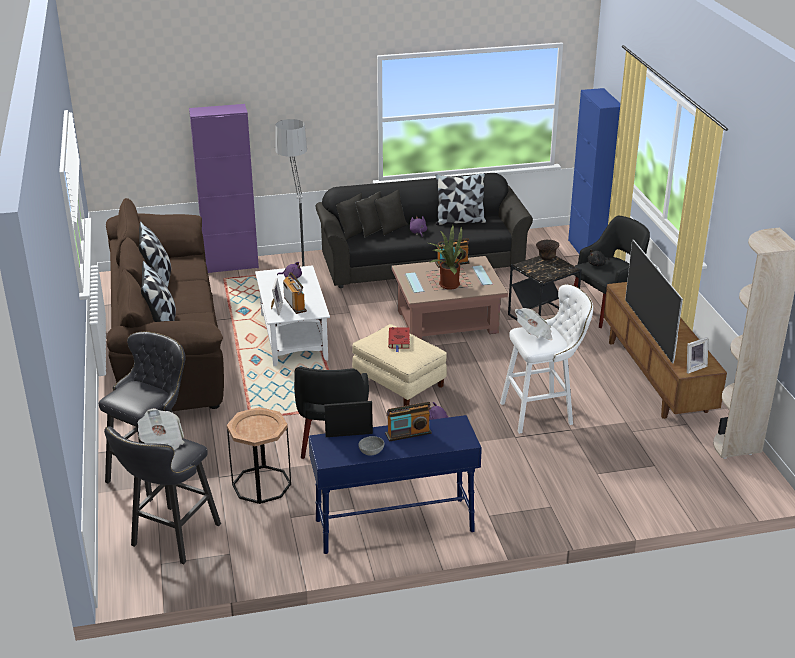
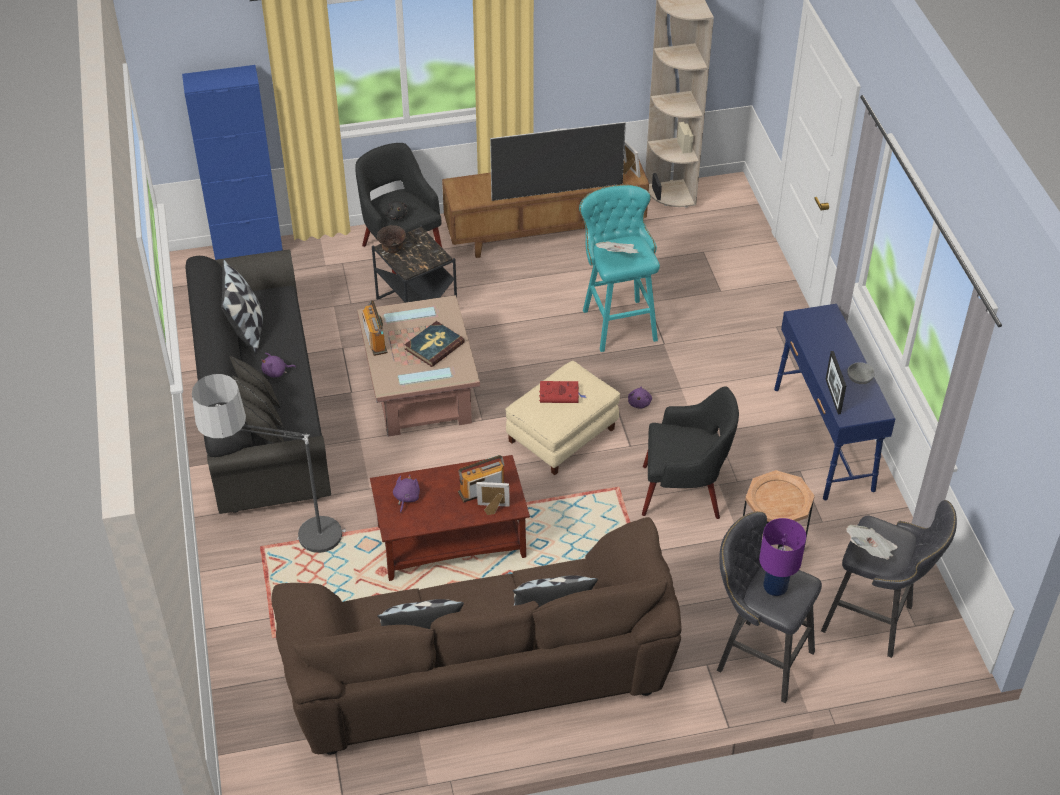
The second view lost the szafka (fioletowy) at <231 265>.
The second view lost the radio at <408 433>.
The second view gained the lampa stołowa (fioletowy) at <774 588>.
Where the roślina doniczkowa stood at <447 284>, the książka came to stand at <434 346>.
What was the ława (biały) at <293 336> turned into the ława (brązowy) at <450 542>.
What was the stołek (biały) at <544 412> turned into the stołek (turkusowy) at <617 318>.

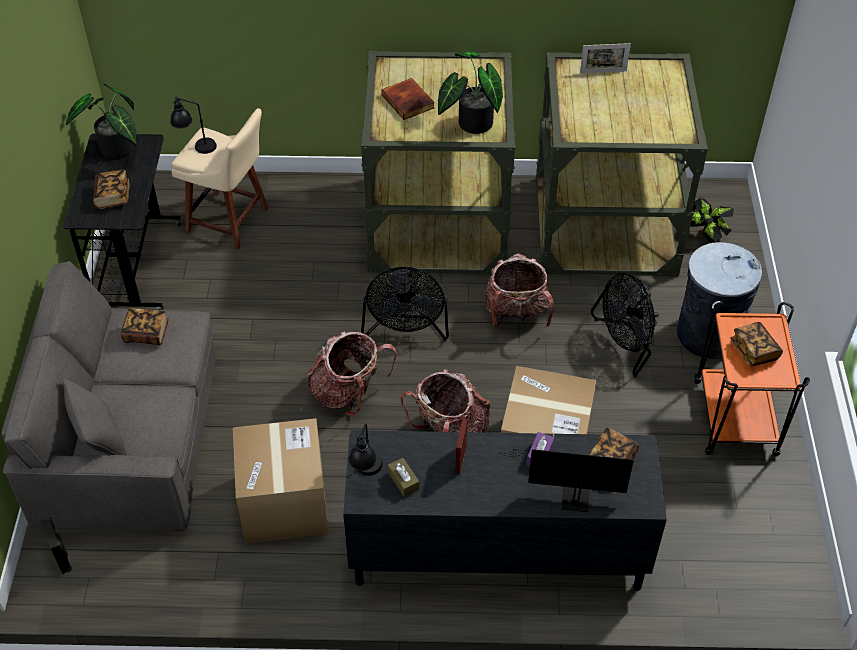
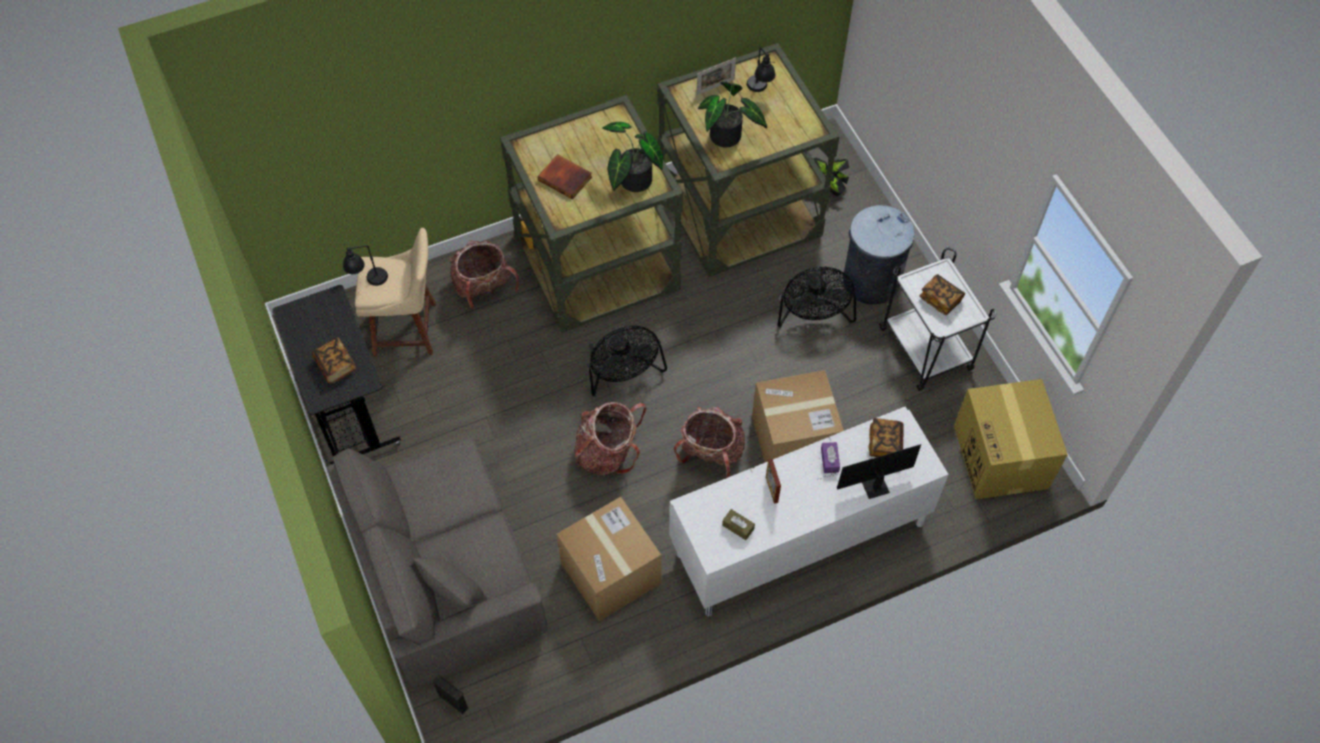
The second view lost the książka at <146 333>.
The second view gained the karton at <1001 458>.
The roślina doniczkowa ended up elsewhere, having gone from <117 151> to <727 138>.
The lampa stołowa (czarny) ended up elsewhere, having gone from <367 474> to <760 90>.
The plecak ended up elsewhere, having gone from <516 313> to <484 288>.
What was the szafka (czarny) at <497 546> turned into the szafka (biały) at <798 536>.
What was the wózek (pomarańczowy) at <735 419> turned into the wózek (biały) at <926 350>.
The wentylator (czarny) at <627 340> ended up facing another way, 45 degrees counterclockwise from before.

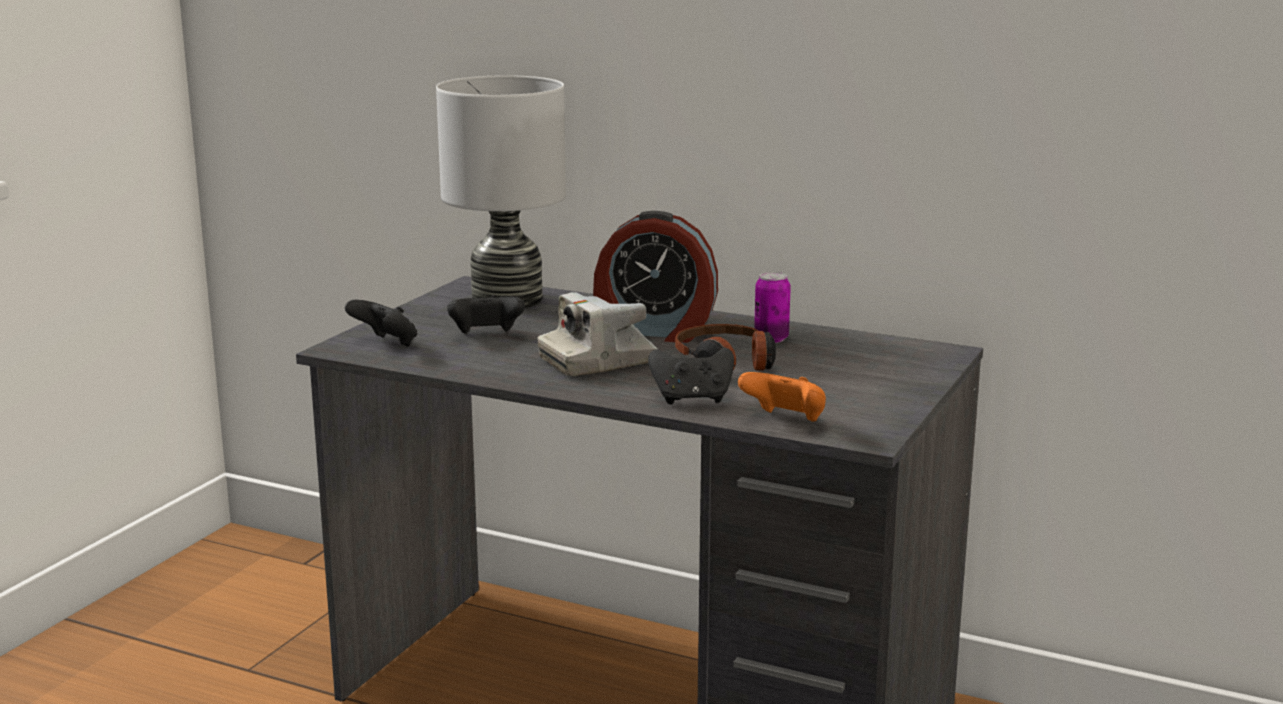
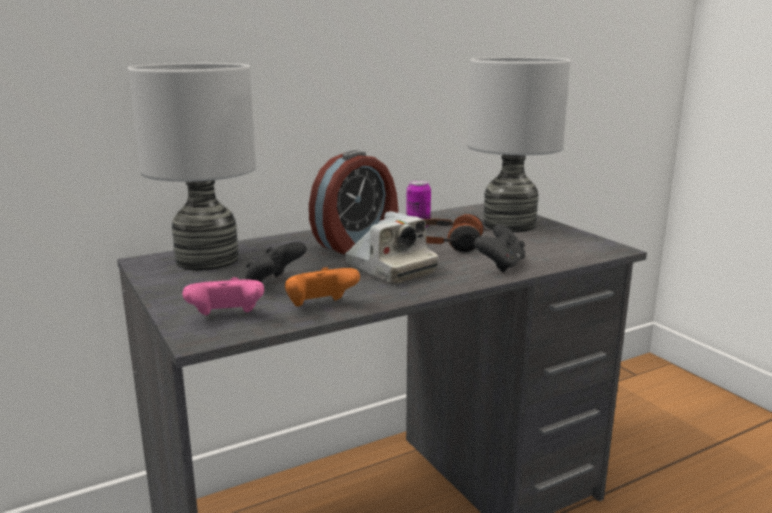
The second view gained the lampa stołowa (szary) at <509 225>.
The pad do gier (pomarańczowy) ended up elsewhere, having gone from <785 421> to <320 307>.
What was the pad do gier (czarny) at <386 344> turned into the pad do gier (różowy) at <226 318>.
The aparat fotograficzny at <597 361> ended up facing another way, 45 degrees counterclockwise from before.

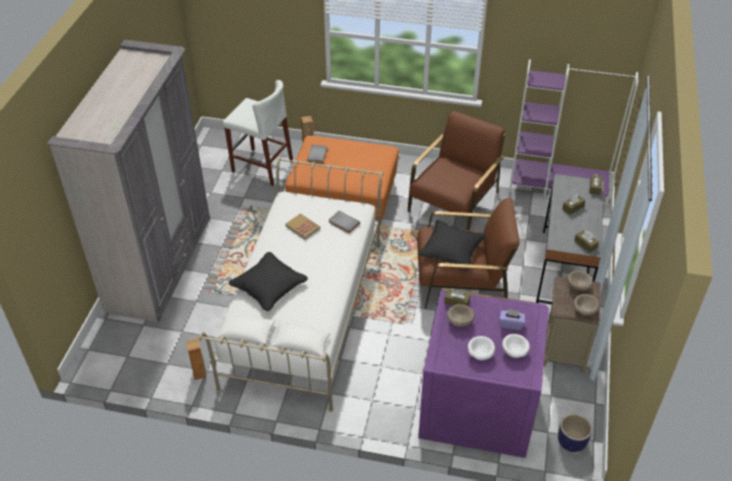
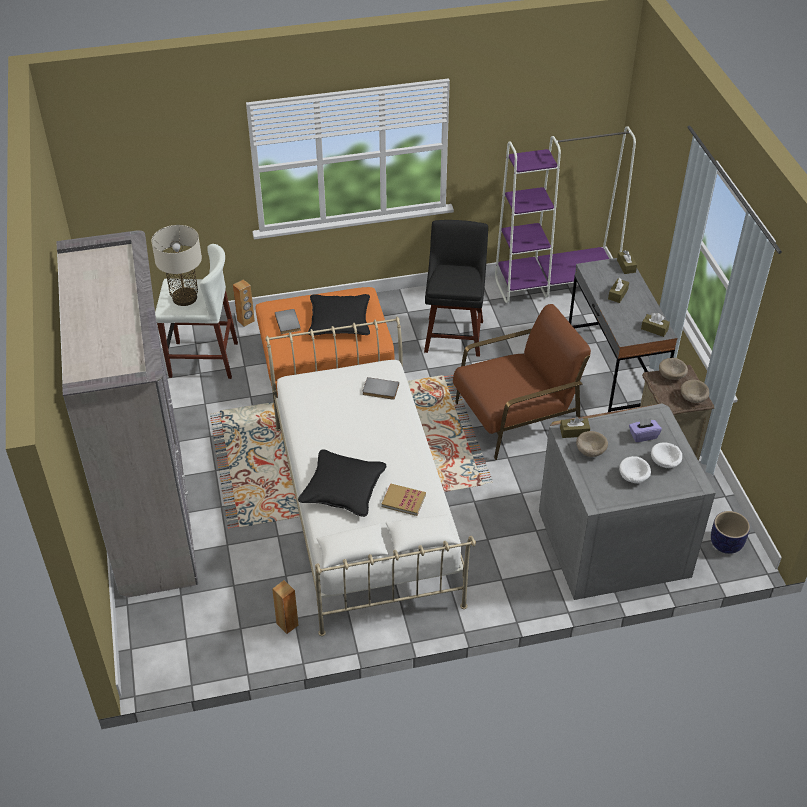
The second view gained the lampa stołowa at <184 298>.
The książka ended up elsewhere, having gone from <302 227> to <403 500>.
The poduszka (czarny) ended up elsewhere, having gone from <451 249> to <339 320>.
Where the fotel (brązowy) stood at <454 204>, the stołek (czarny) came to stand at <454 334>.
What was the komoda (fioletowy) at <477 403> turned into the komoda (szary) at <610 540>.

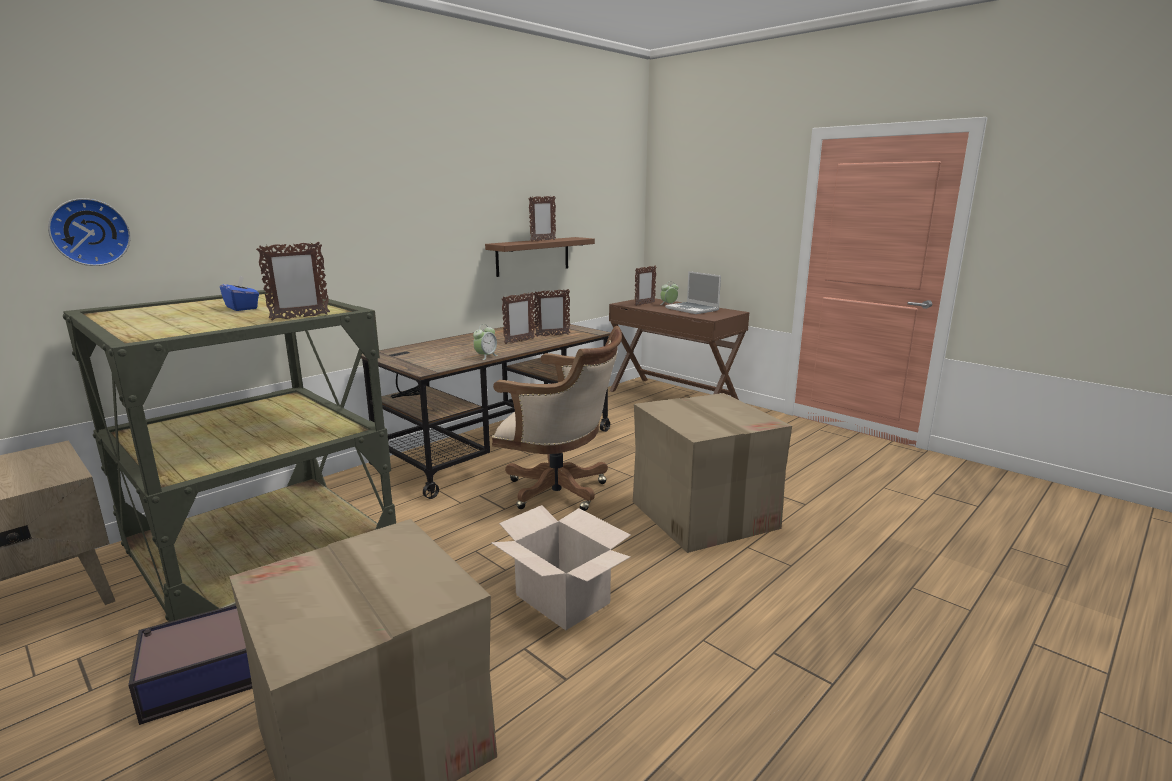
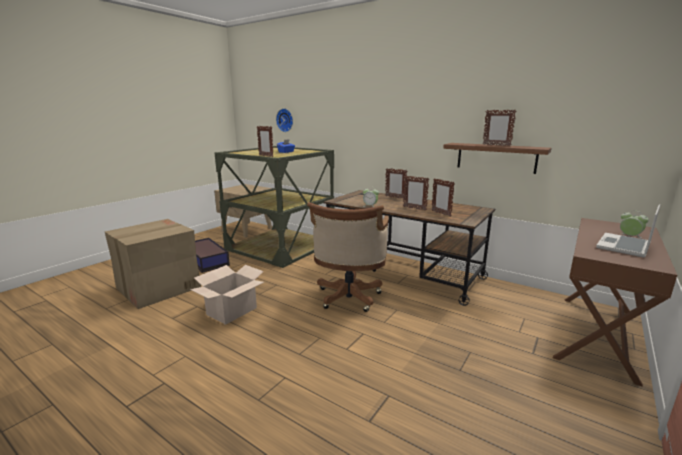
The second view lost the karton at <703 514>.
The ramka na zdjęcie ended up elsewhere, having gone from <644 304> to <395 197>.

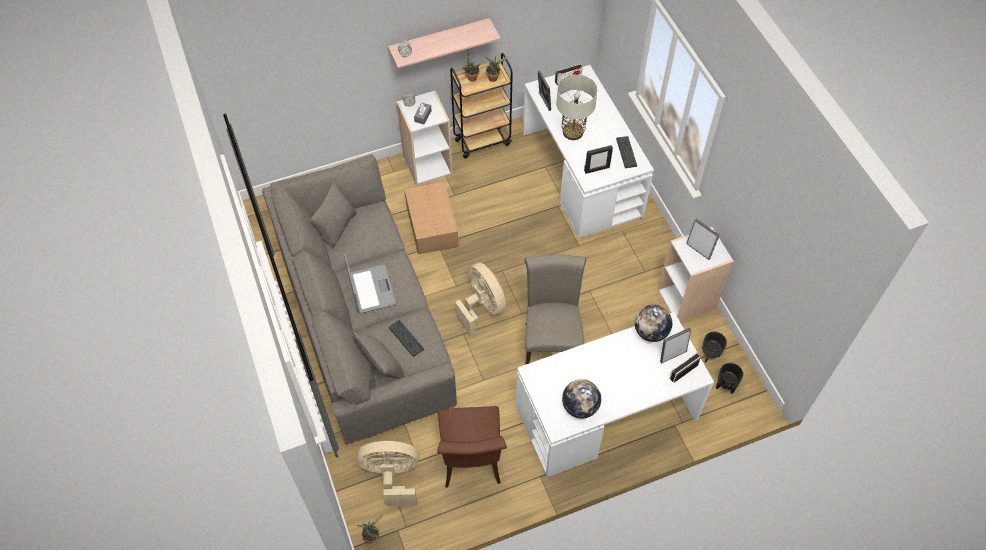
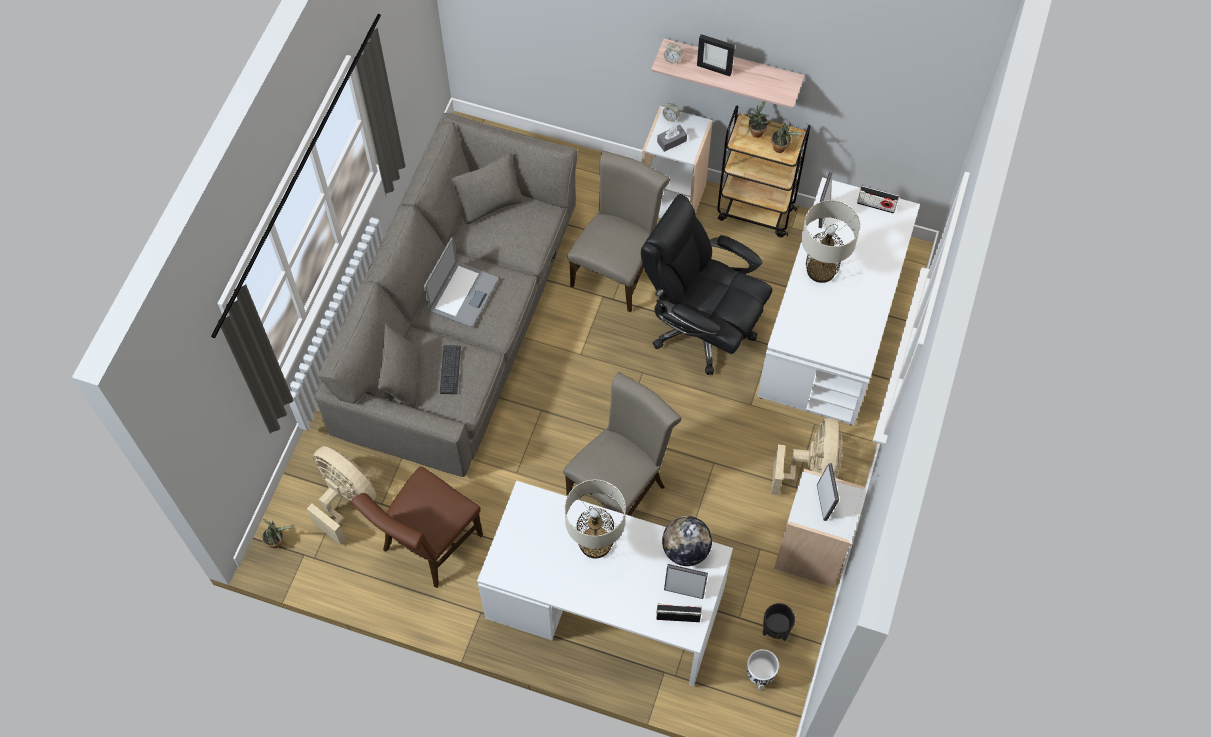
The second view lost the globus at <580 407>.
The second view lost the klawiatura at <626 152>.
The second view gained the lampa stołowa at <595 543>.
The second view gained the krzesło biurowe (czarny) at <702 327>.
The wentylator (beżowy) ended up elsewhere, having gone from <482 307> to <811 471>.
The ramka na zdjęcie ended up elsewhere, having gone from <596 169> to <714 68>.
Where the karton stood at <432 224>, the krzesło (beżowy) came to stand at <617 269>.
What was the donica (czarny) at <725 386> turned into the donica (biały) at <759 676>.

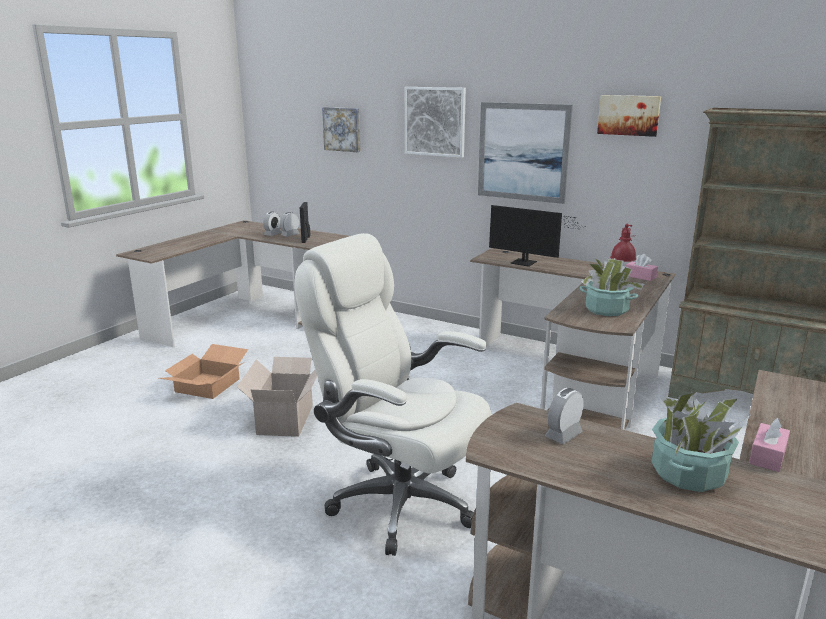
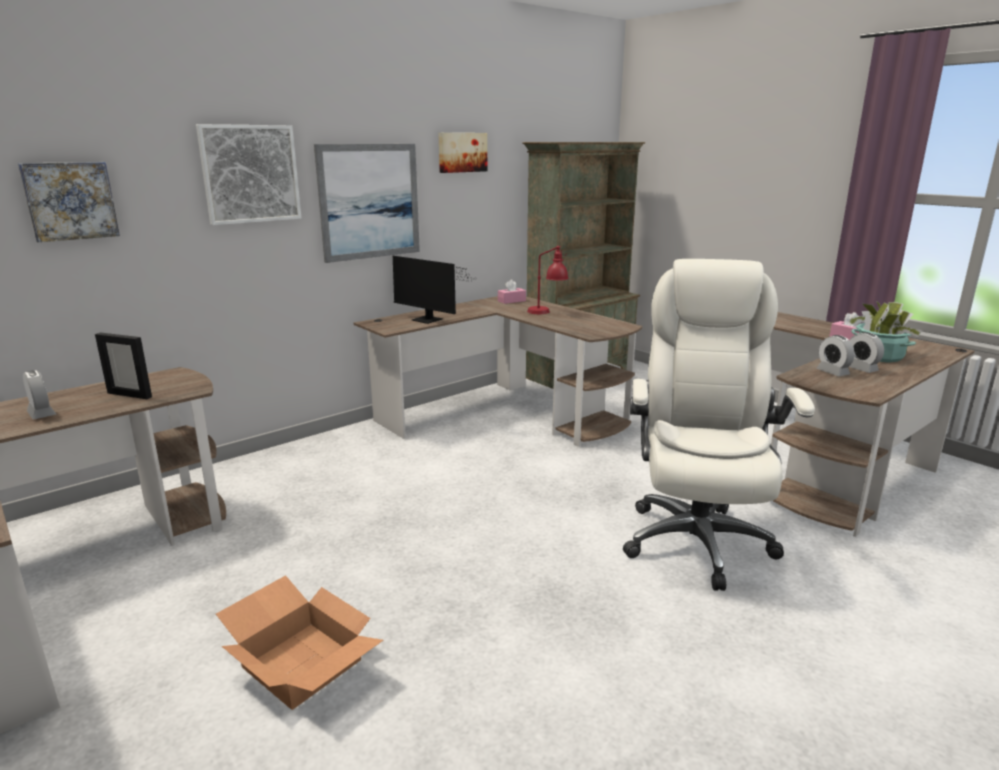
The second view lost the karton at <286 418>.
The second view lost the roślina doniczkowa at <606 310>.
The budzik ended up elsewhere, having gone from <290 235> to <861 369>.
The krzesło biurowe (biały) at <400 503> ended up facing another way, 135 degrees clockwise from before.
The monitor at <526 263> ended up facing another way, 75 degrees clockwise from before.

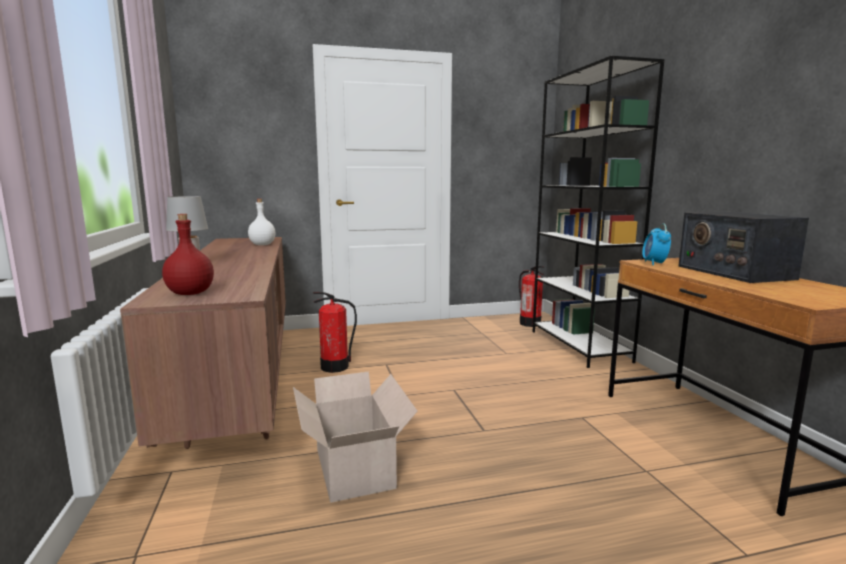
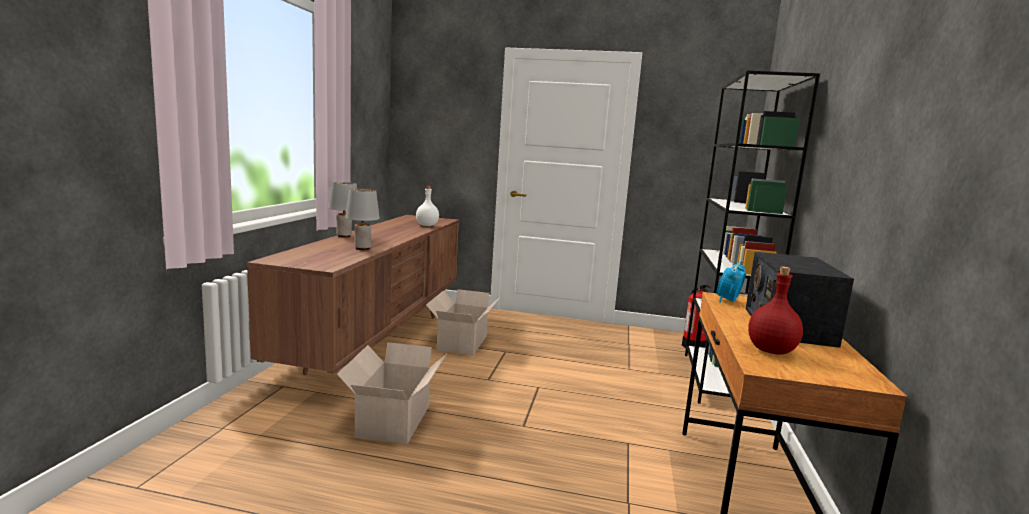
The second view gained the lampa stołowa (szary) at <362 248>.
The butelka (czerwony) ended up elsewhere, having gone from <190 293> to <770 350>.
Where the gaśnica stood at <335 367>, the karton came to stand at <461 343>.

